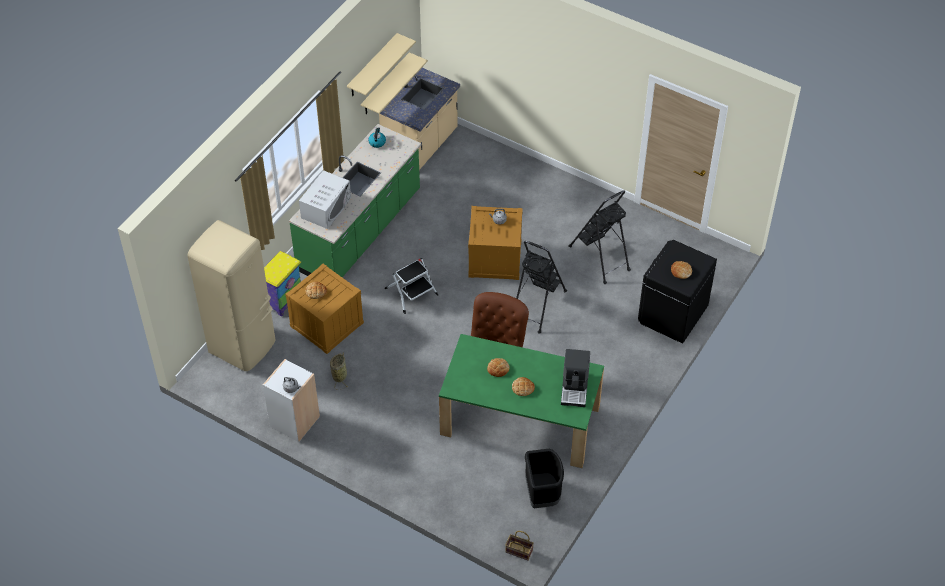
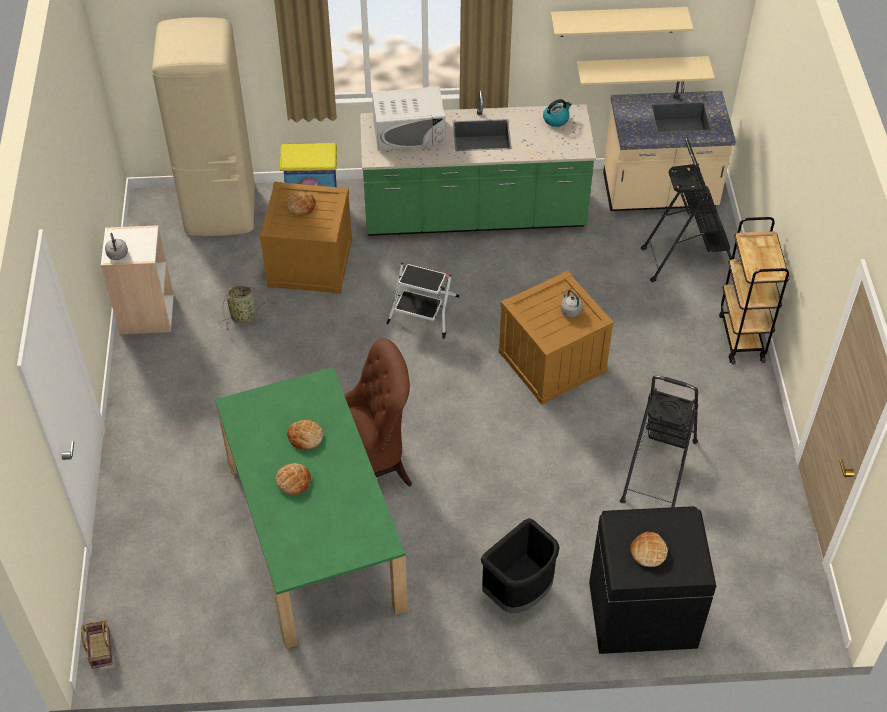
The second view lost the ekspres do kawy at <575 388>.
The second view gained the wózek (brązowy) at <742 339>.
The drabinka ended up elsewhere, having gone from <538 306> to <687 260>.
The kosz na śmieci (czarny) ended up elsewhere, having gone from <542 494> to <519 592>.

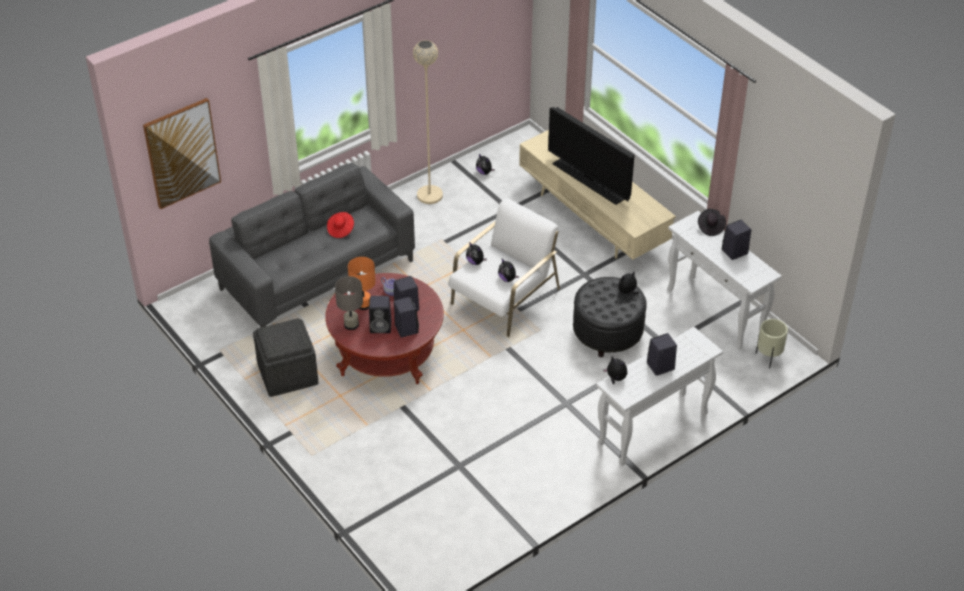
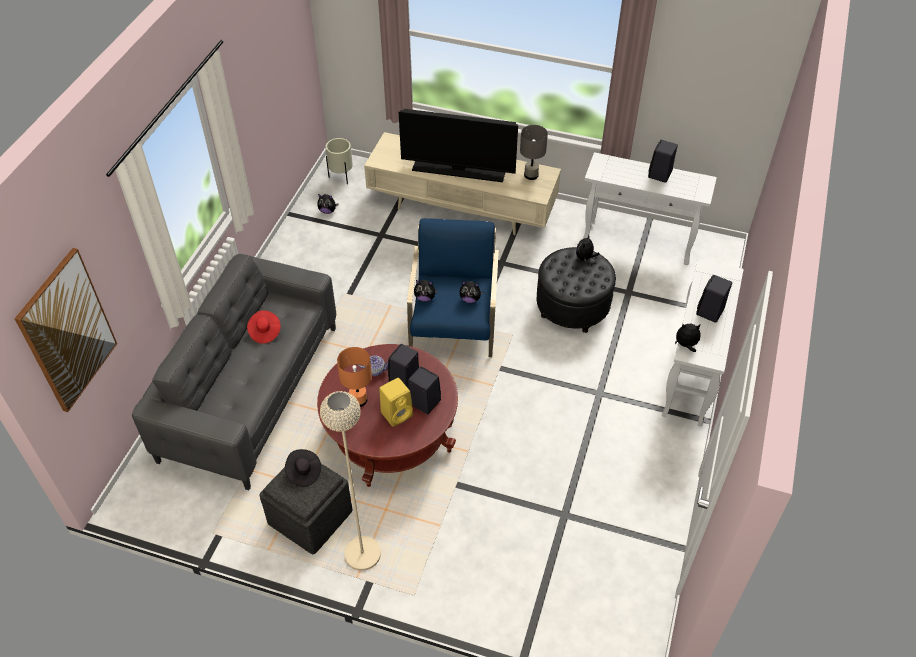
The lampa stołowa (szary) ended up elsewhere, having gone from <351 324> to <530 175>.
The lampa stojąca (beżowy) ended up elsewhere, having gone from <429 195> to <362 554>.
The kapelusz (czarny) ended up elsewhere, having gone from <710 227> to <303 472>.
The donica (beżowy) ended up elsewhere, having gone from <768 358> to <341 177>.
What was the głośnik (czarny) at <381 326> turned into the głośnik (żółty) at <397 413>.
What was the fotel (biały) at <503 300> turned into the fotel (niebieski) at <454 324>.

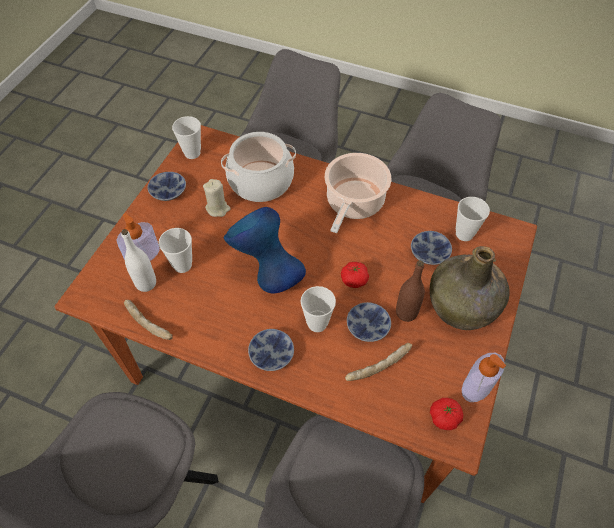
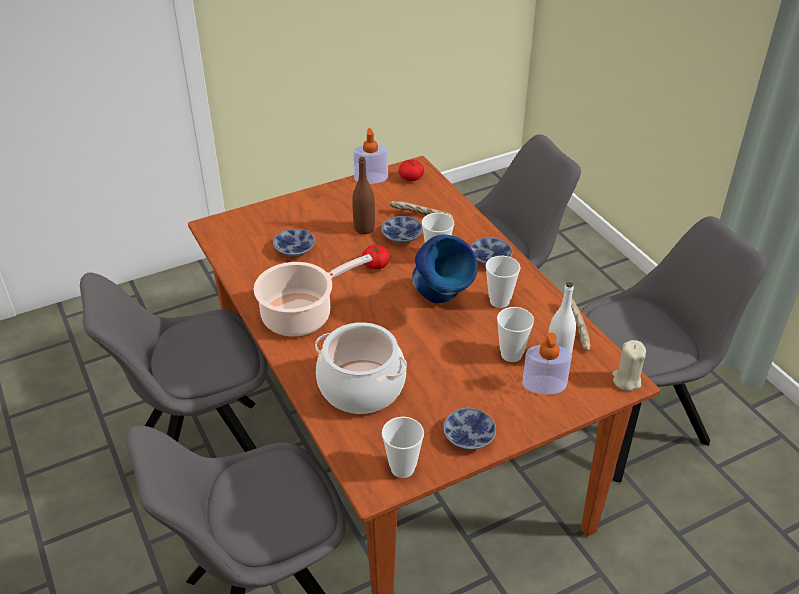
The second view lost the butelka (zielony) at <463 305>.
The świeca (beżowy) ended up elsewhere, having gone from <218 208> to <626 380>.
The filiżanka ended up elsewhere, having gone from <464 234> to <499 301>.

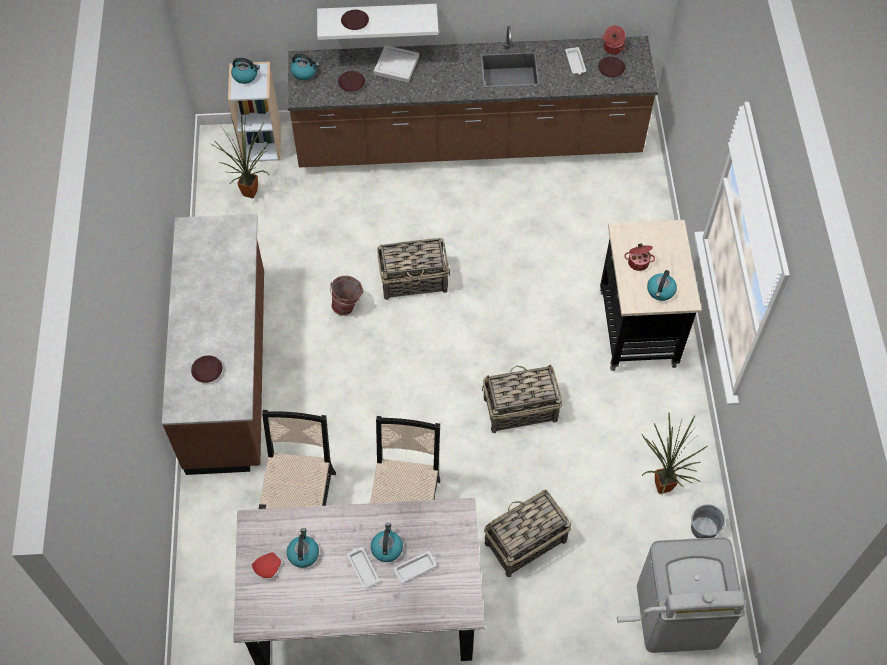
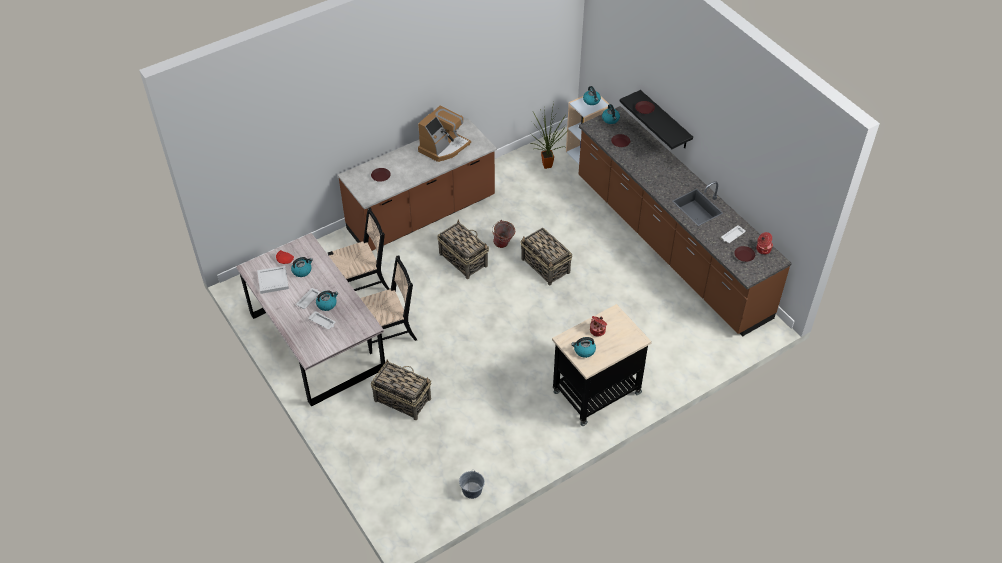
The second view lost the pralka (szary) at <675 616>.
The second view lost the roślina doniczkowa at <659 487>.
The second view gained the ekspres do kawy at <444 147>.
The taca (biały) ended up elsewhere, having gone from <397 66> to <272 281>.
The koszyk ended up elsewhere, having gone from <519 409> to <463 259>.
What was the półka (biały) at <377 17> turned into the półka (czarny) at <665 120>.

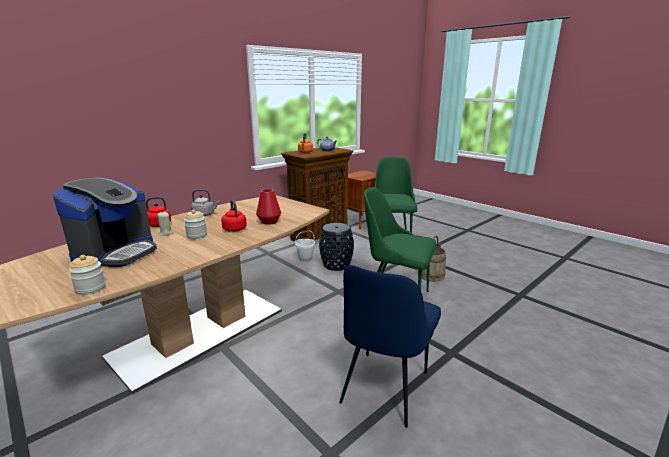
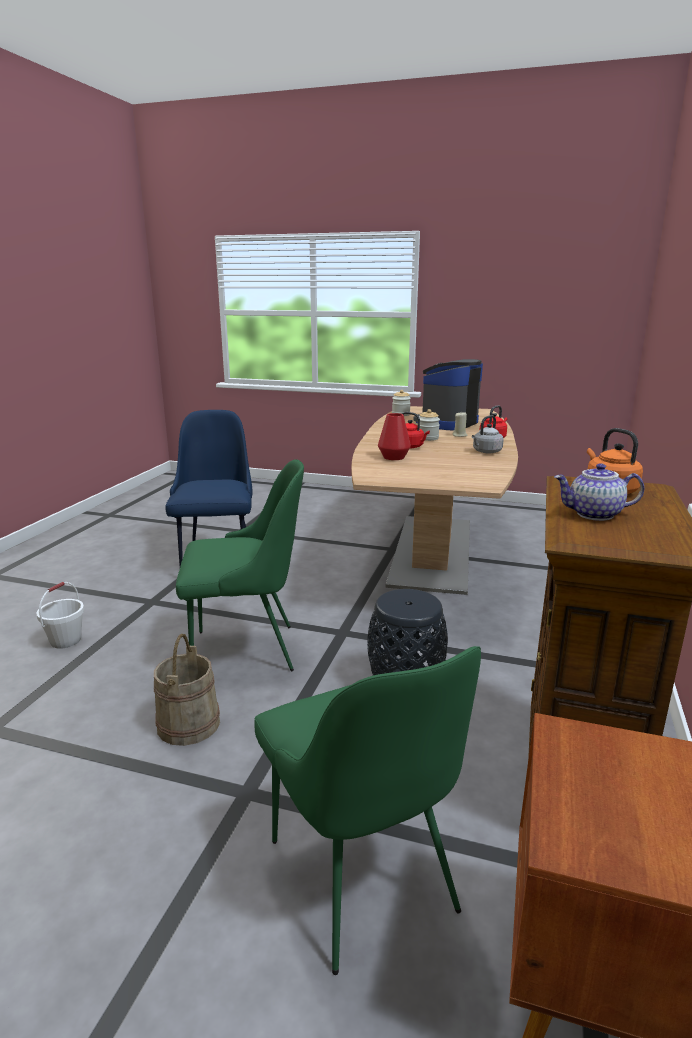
The wiadro (biały) ended up elsewhere, having gone from <305 258> to <66 640>.
The ekspres do kawy at <116 253> ended up facing another way, 45 degrees clockwise from before.

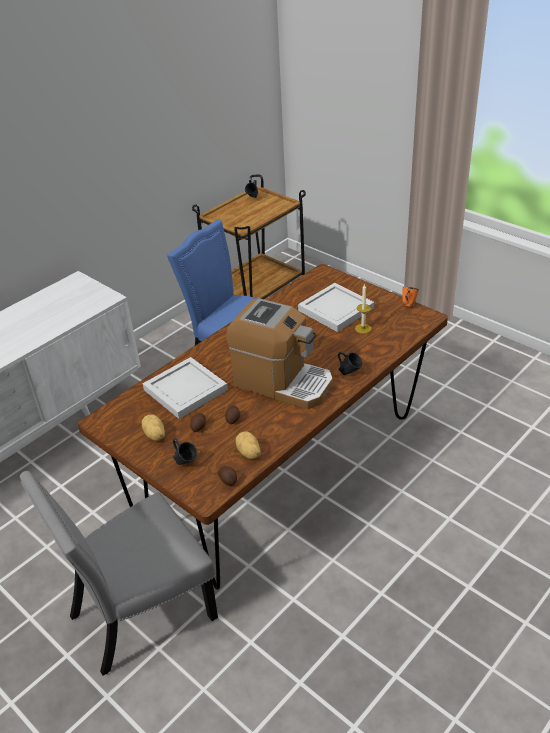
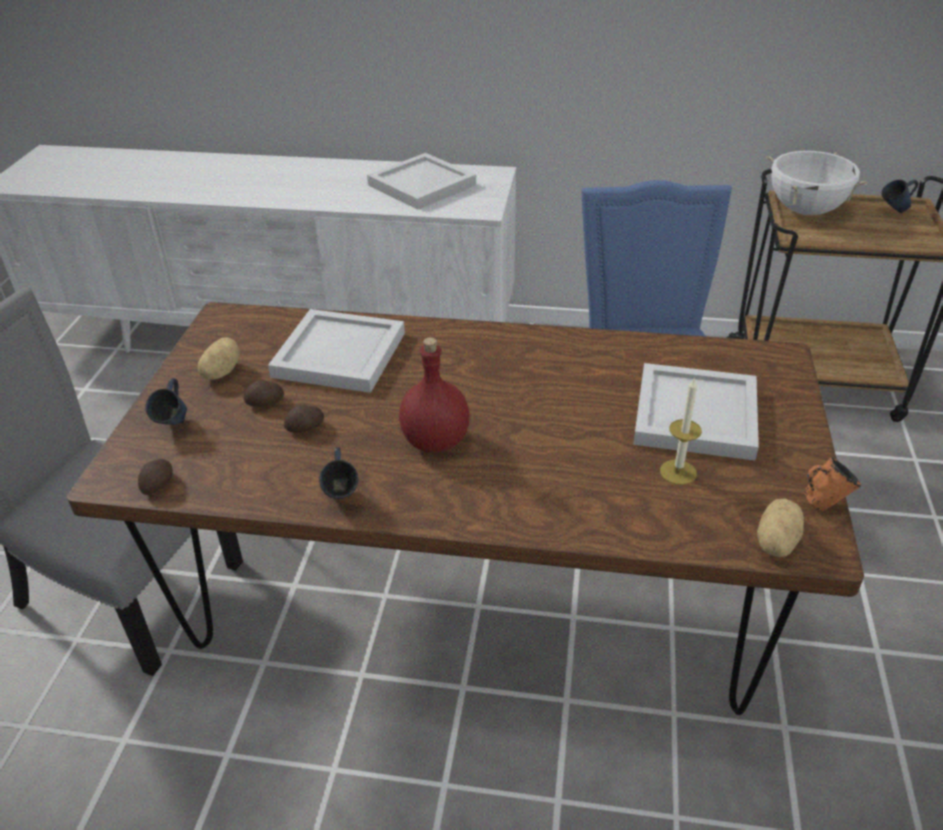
The second view gained the taca (biały) at <421 186>.
The second view gained the garnek (biały) at <806 210>.
The ziemniak ended up elsewhere, having gone from <248 453> to <774 542>.
The kubek (niebieski) ended up elsewhere, having gone from <349 373> to <342 499>.
Where the ekspres do kawy stood at <282 382>, the butelka (czerwony) came to stand at <436 440>.

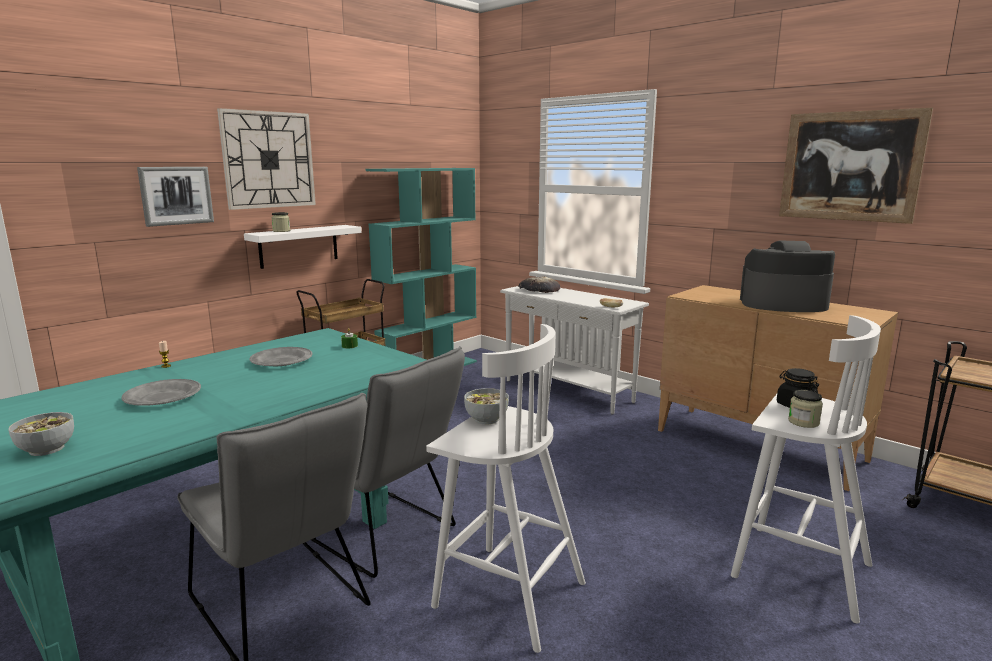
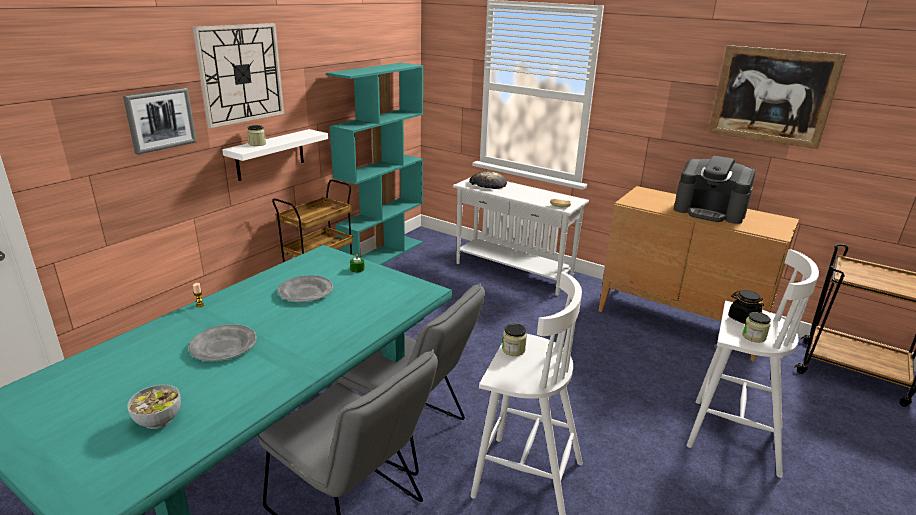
Where the miska stood at <486 419>, the słoik came to stand at <513 350>.
The ekspres do kawy at <782 304> ended up facing another way, 150 degrees counterclockwise from before.

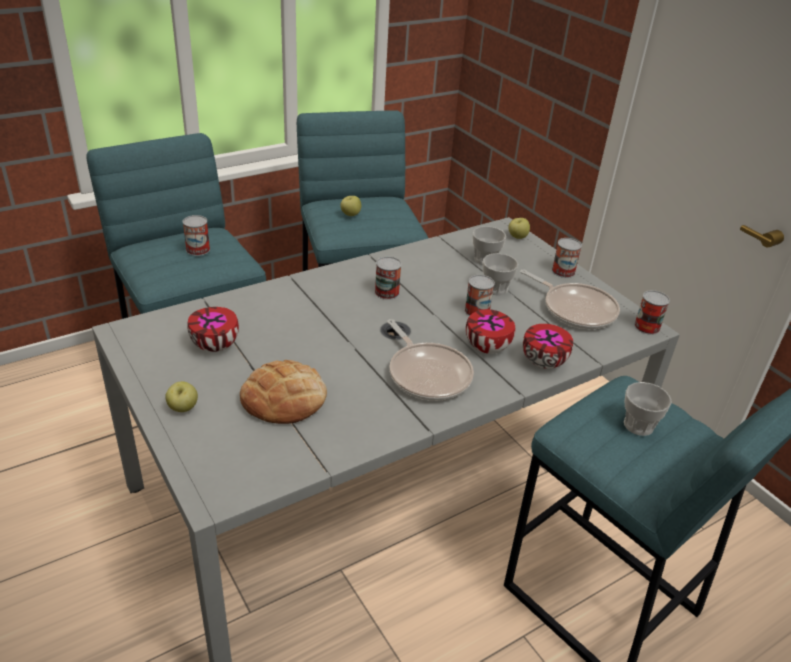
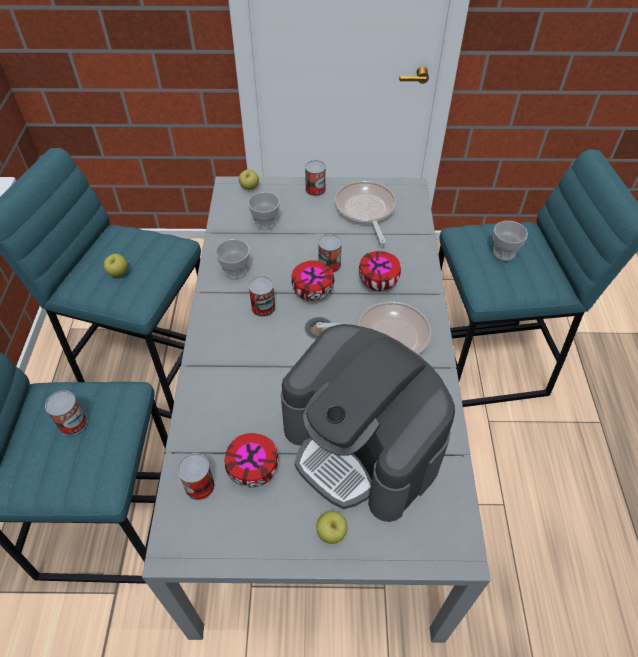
The filiżanka ended up elsewhere, having gone from <496 289> to <235 272>.
The miska ended up elsewhere, having gone from <544 362> to <313 292>.
The puszka ended up elsewhere, having gone from <647 327> to <199 486>.
Where the chleb stood at <284 398>, the ekspres do kawy came to stand at <362 446>.
The patelnia at <575 309> ended up facing another way, 90 degrees counterclockwise from before.

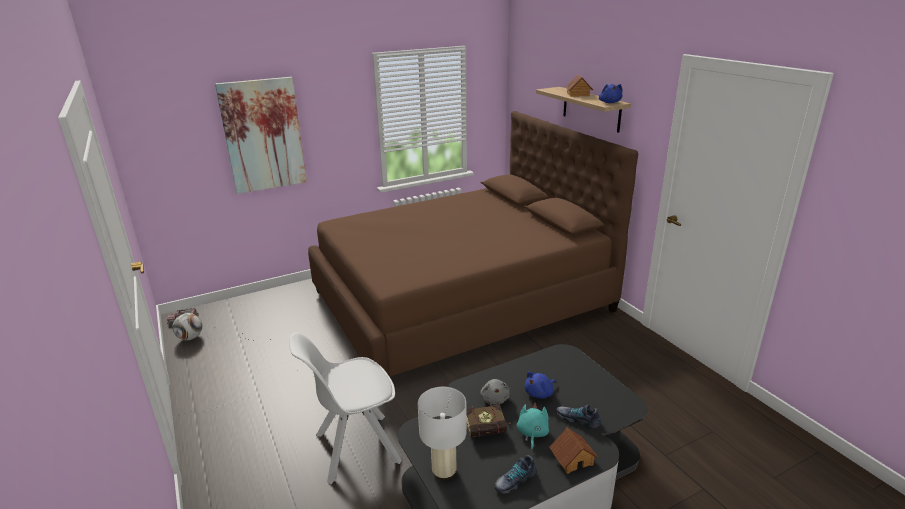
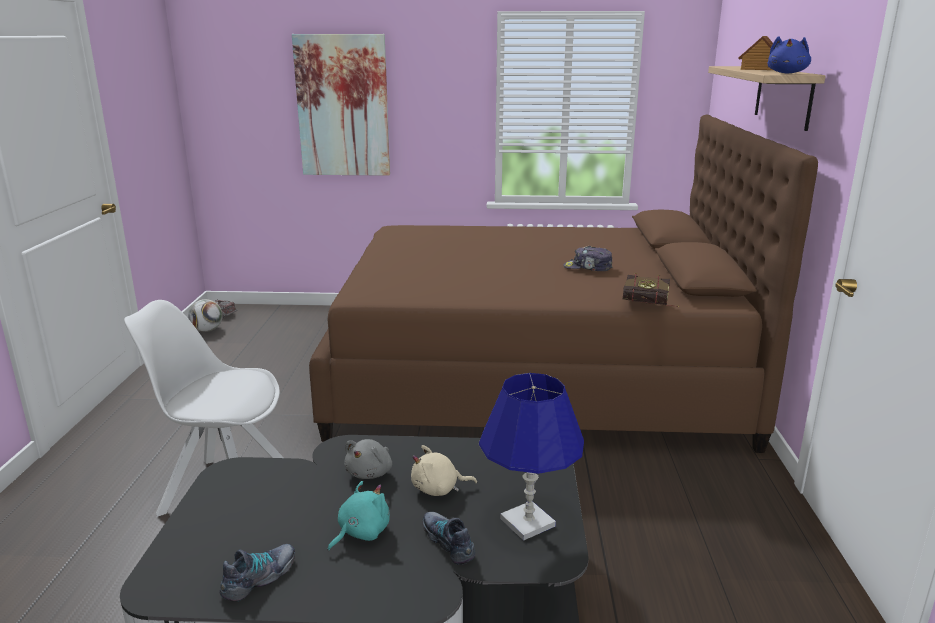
The second view lost the lampa stołowa (biały) at <445 471>.
The second view lost the domek at <572 459>.
The second view gained the lampa stołowa (niebieski) at <528 522>.
The second view gained the czapka z daszkiem at <588 268>.
The książka ended up elsewhere, having gone from <490 431> to <650 306>.
What was the pluszak (niebieski) at <540 393> turned into the pluszak (beżowy) at <438 489>.
The but at <514 480> ended up facing another way, 135 degrees clockwise from before.

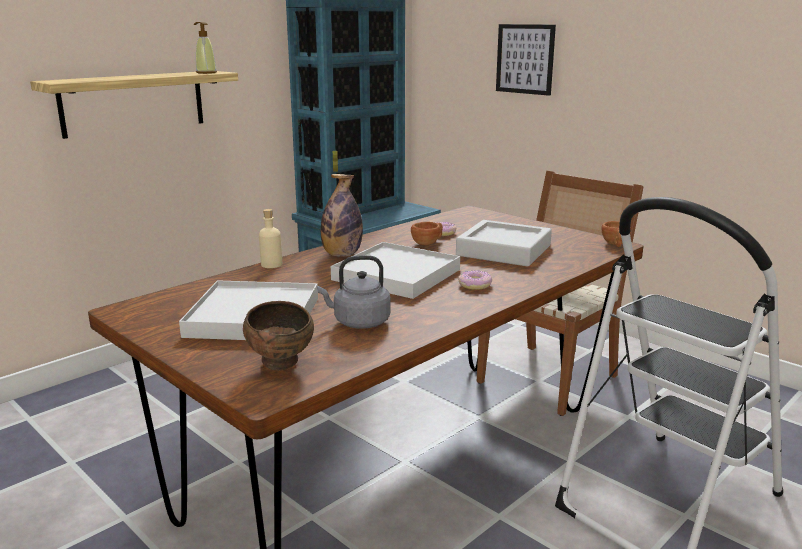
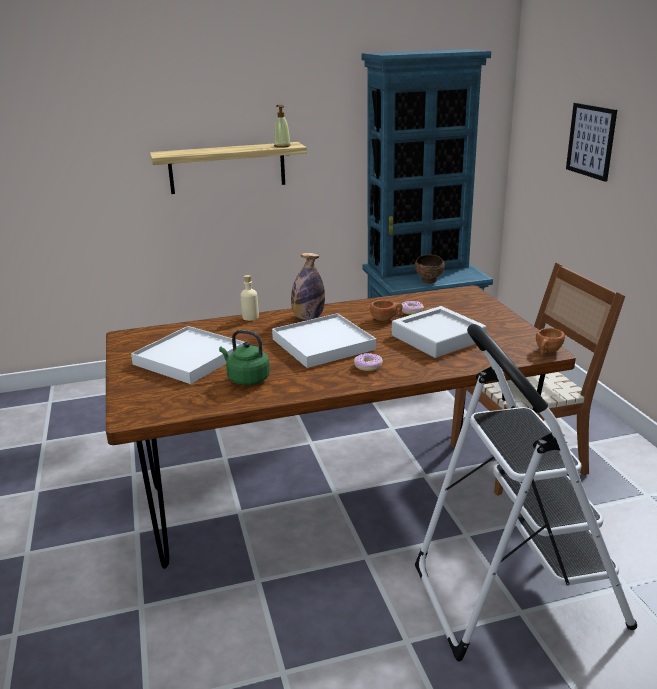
The miska (brązowy) ended up elsewhere, having gone from <282 365> to <429 282>.
What was the czajnik (szary) at <358 322> turned into the czajnik (zielony) at <246 379>.

